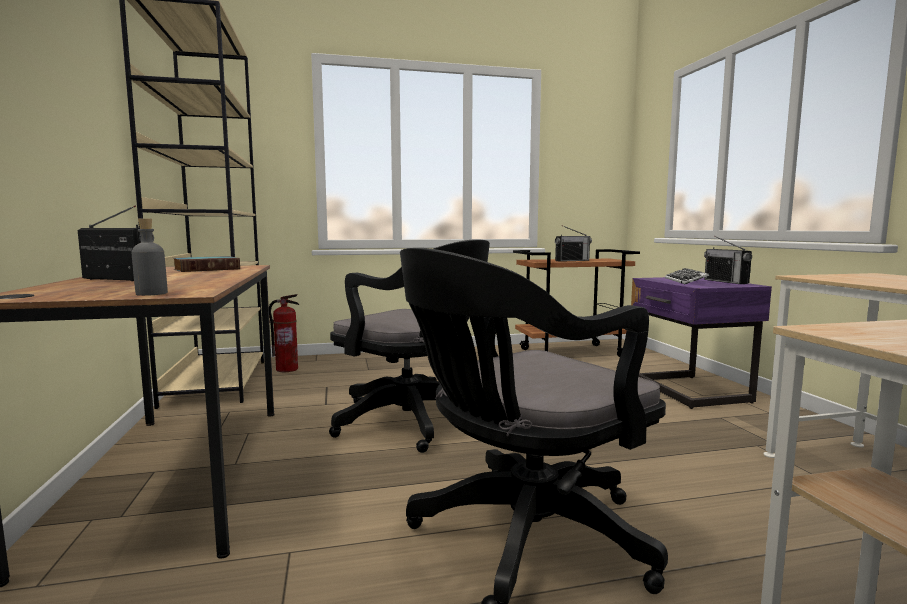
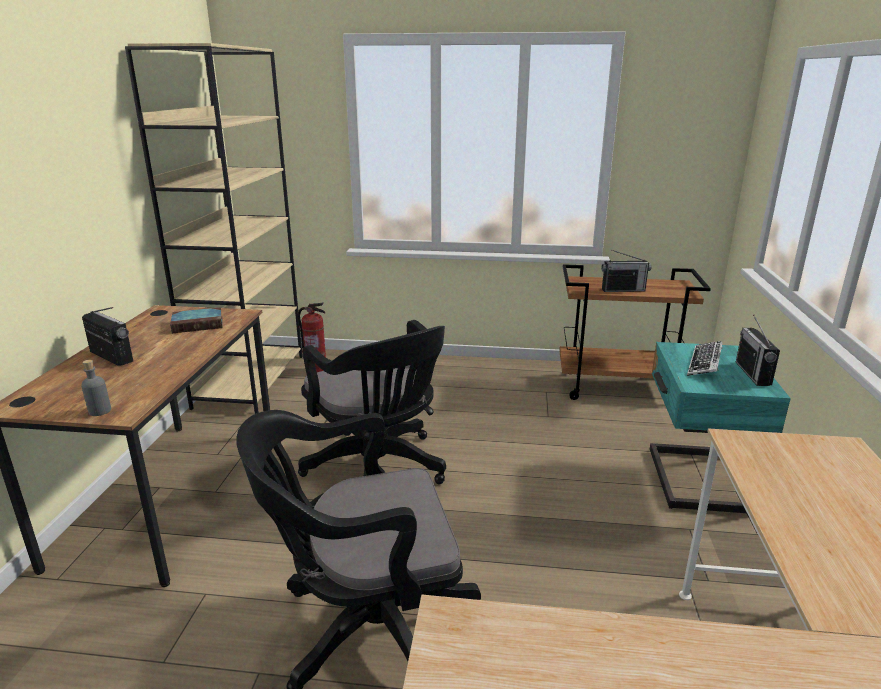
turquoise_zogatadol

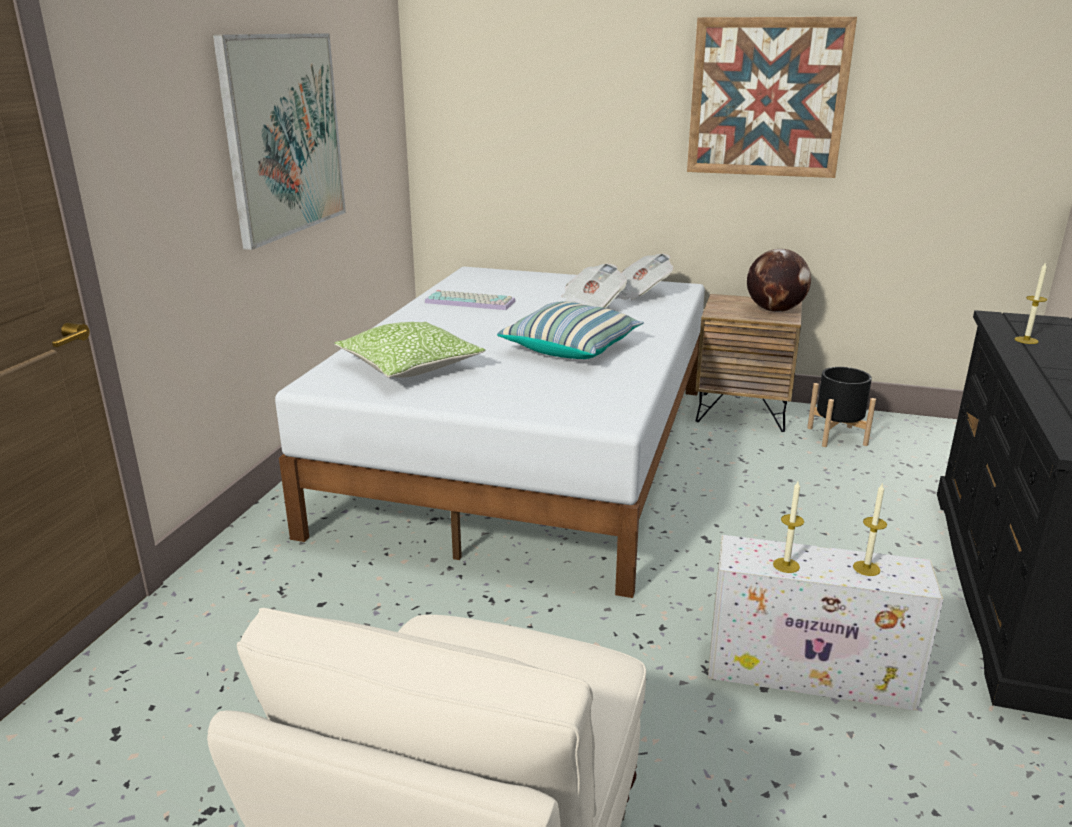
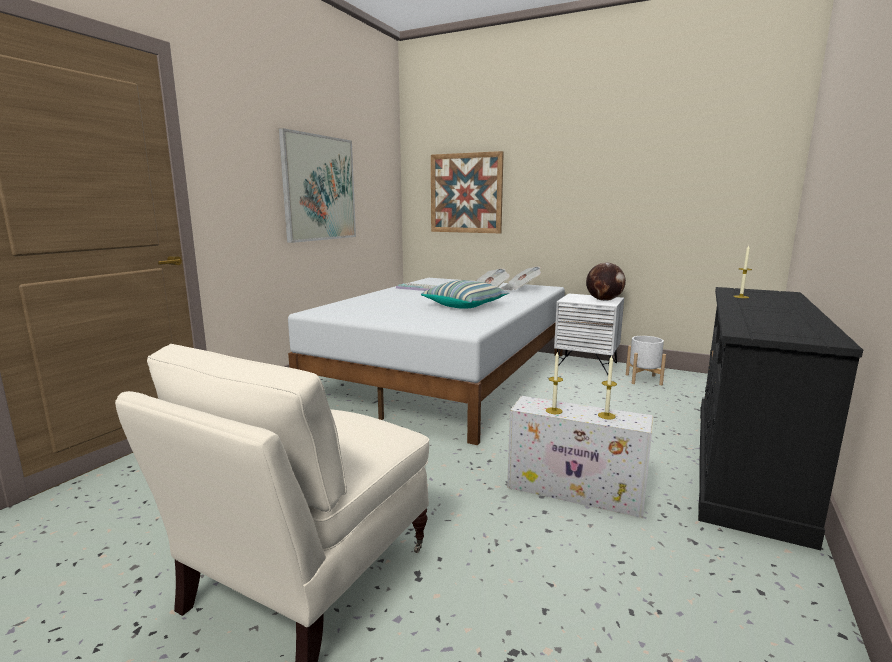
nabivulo (2nd from left)
white_zogatadol
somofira (1st from left in the first image)
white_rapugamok

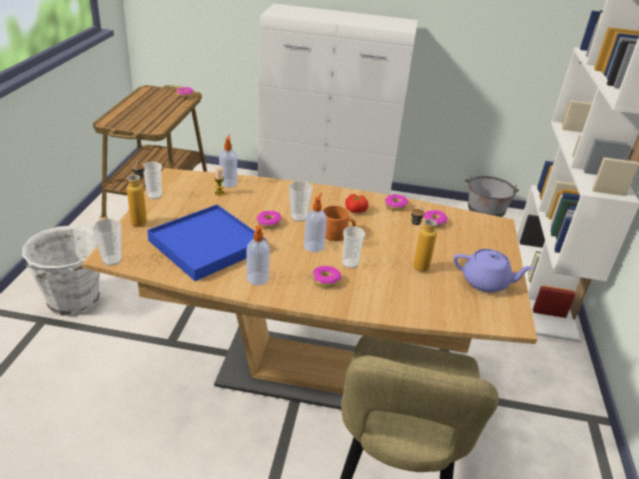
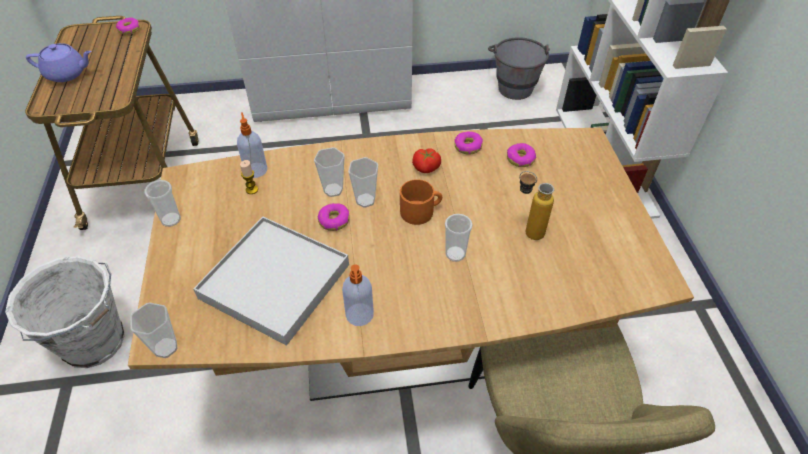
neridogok (1st from left in the first image)
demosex (3rd from left in the first image)
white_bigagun
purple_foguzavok
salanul (3rd from left in the first image)
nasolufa (3rd from left)

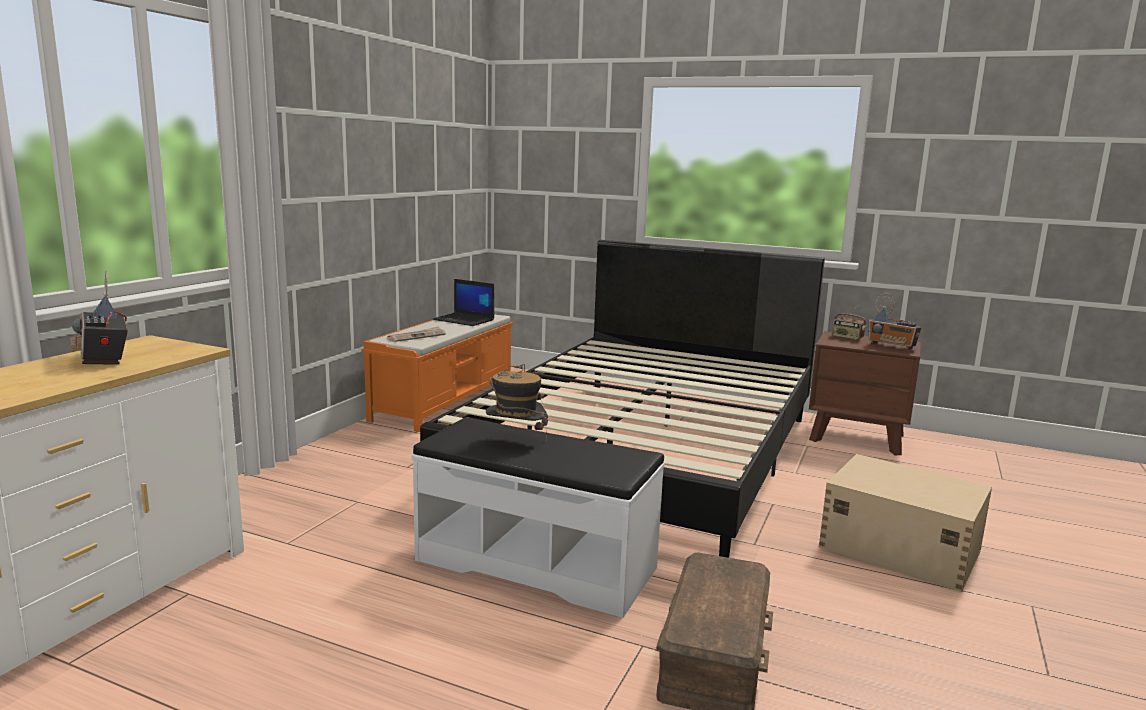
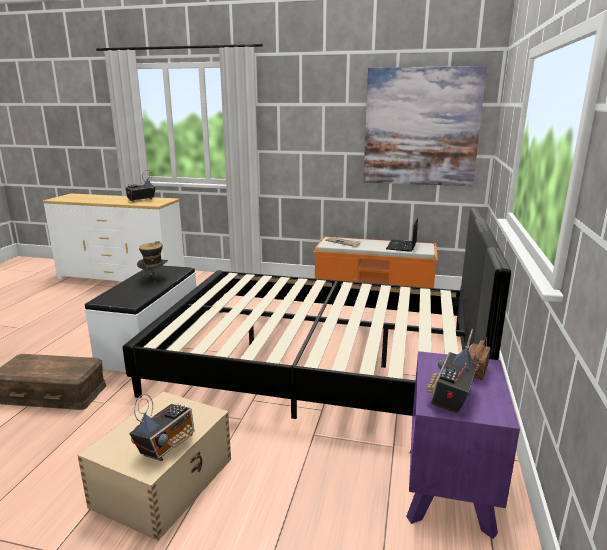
purple_zogatadol
nabivulo
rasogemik (2nd from left)

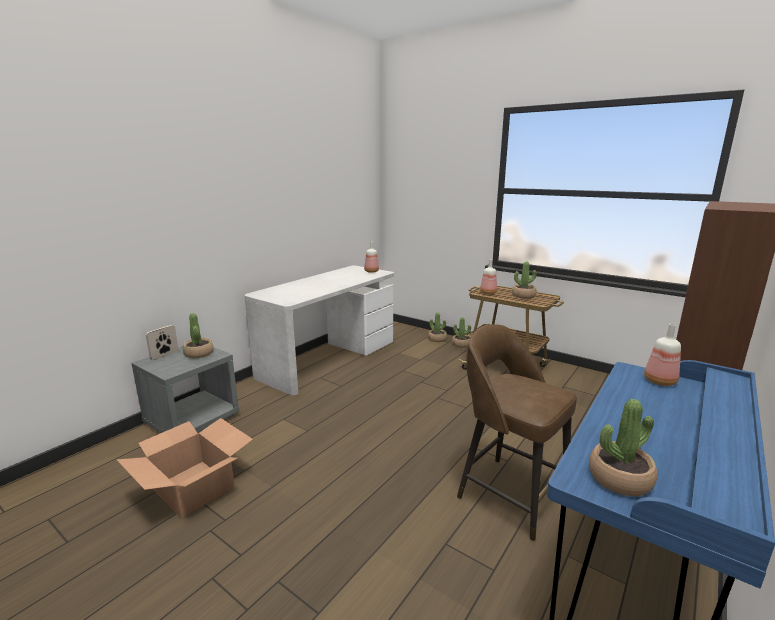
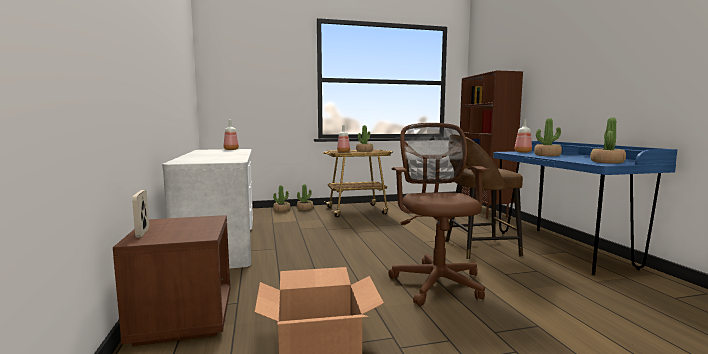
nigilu (4th from left)
brown_zogatadol
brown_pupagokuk

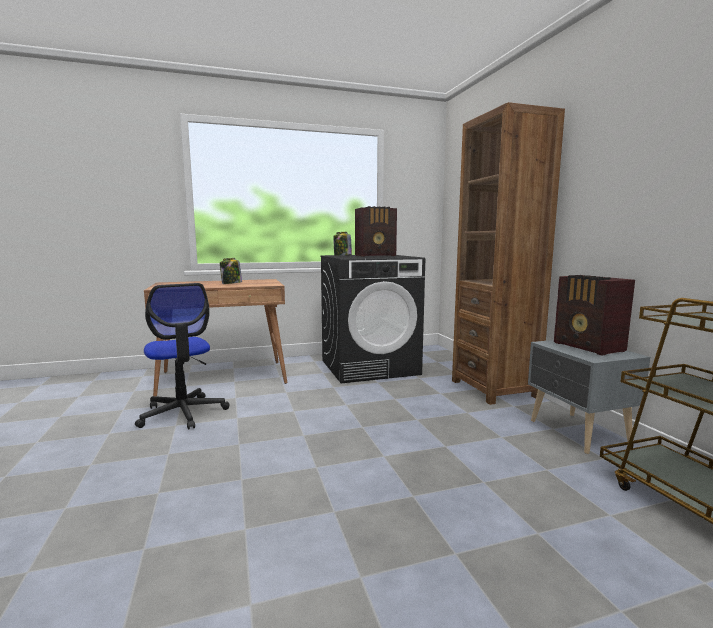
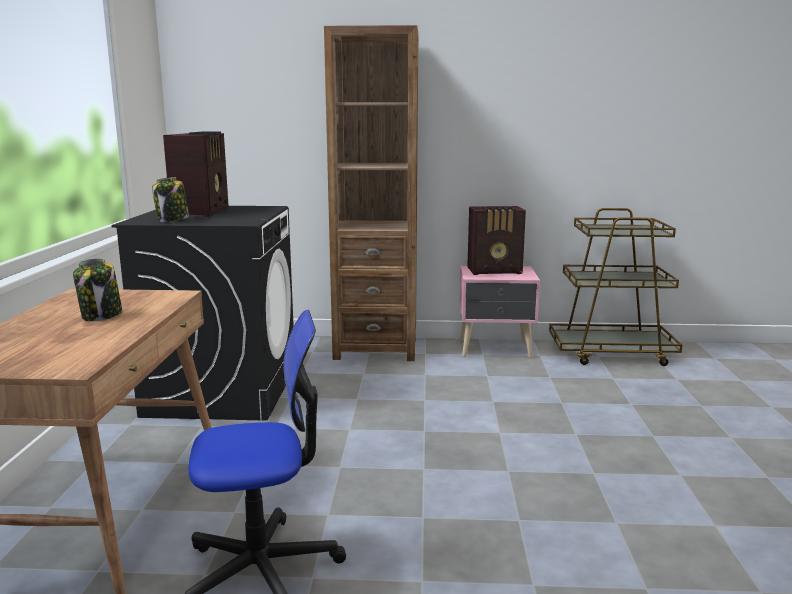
pink_zogatadol

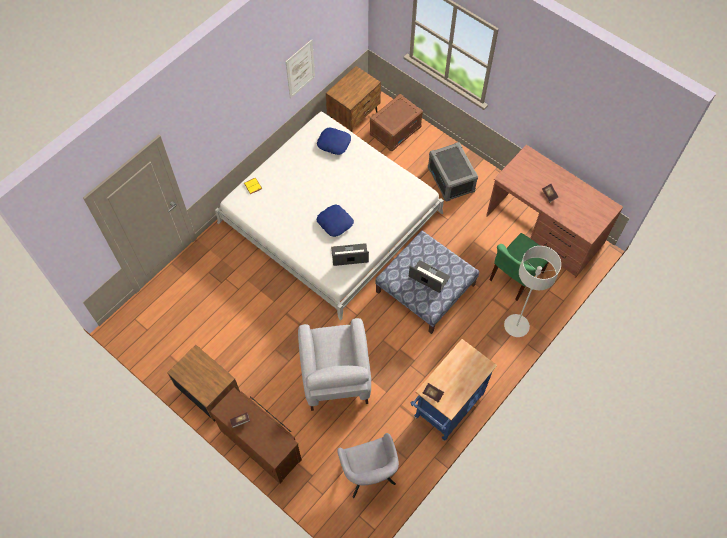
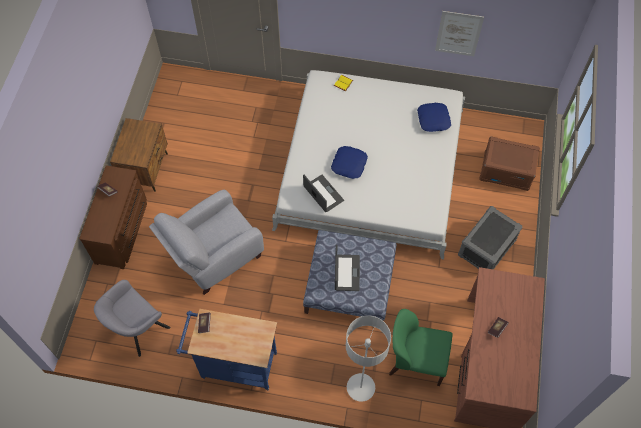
brown_zogatadol (2nd from left in the first image)

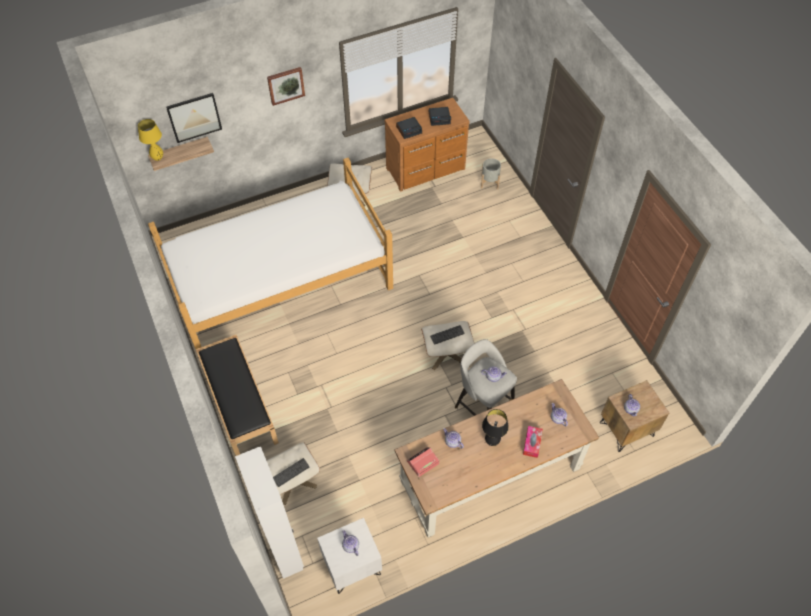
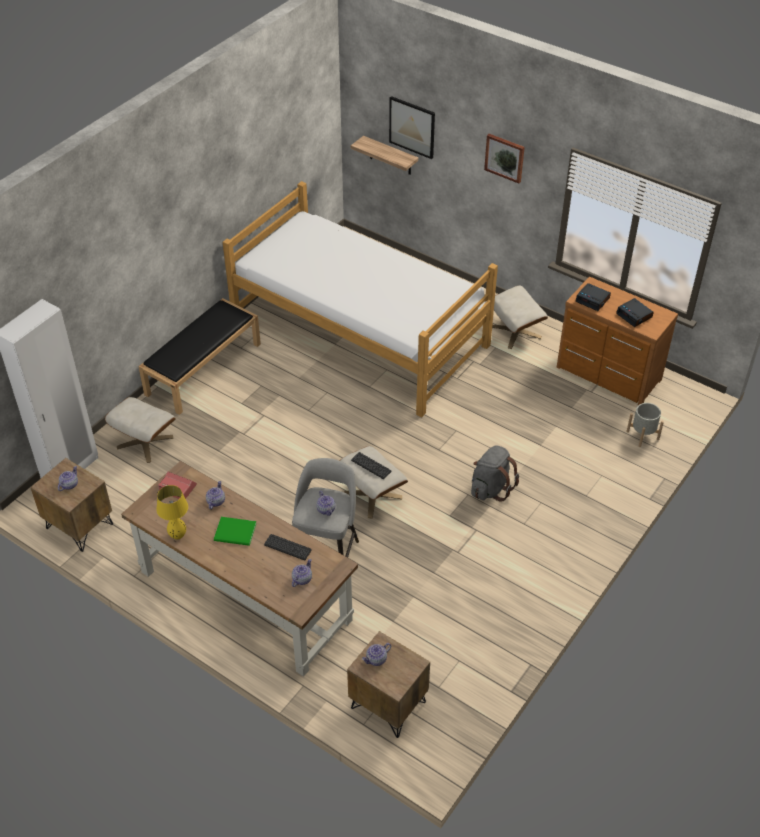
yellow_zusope
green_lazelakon
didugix
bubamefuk (1st from left)
brown_zogatadol (1st from left)
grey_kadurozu

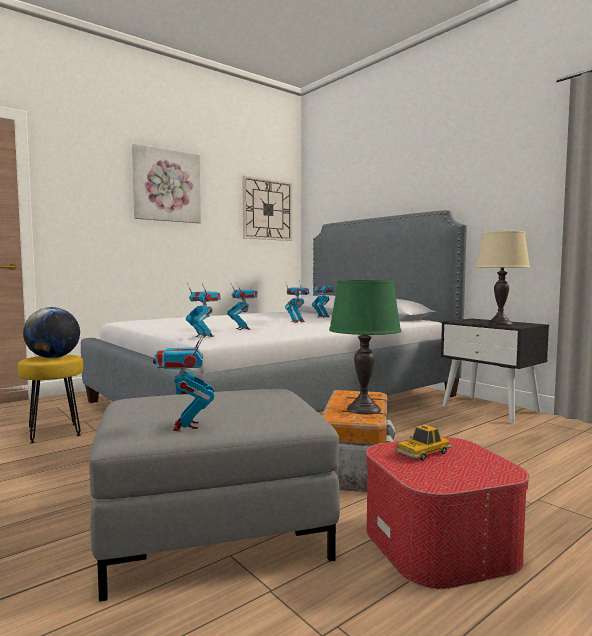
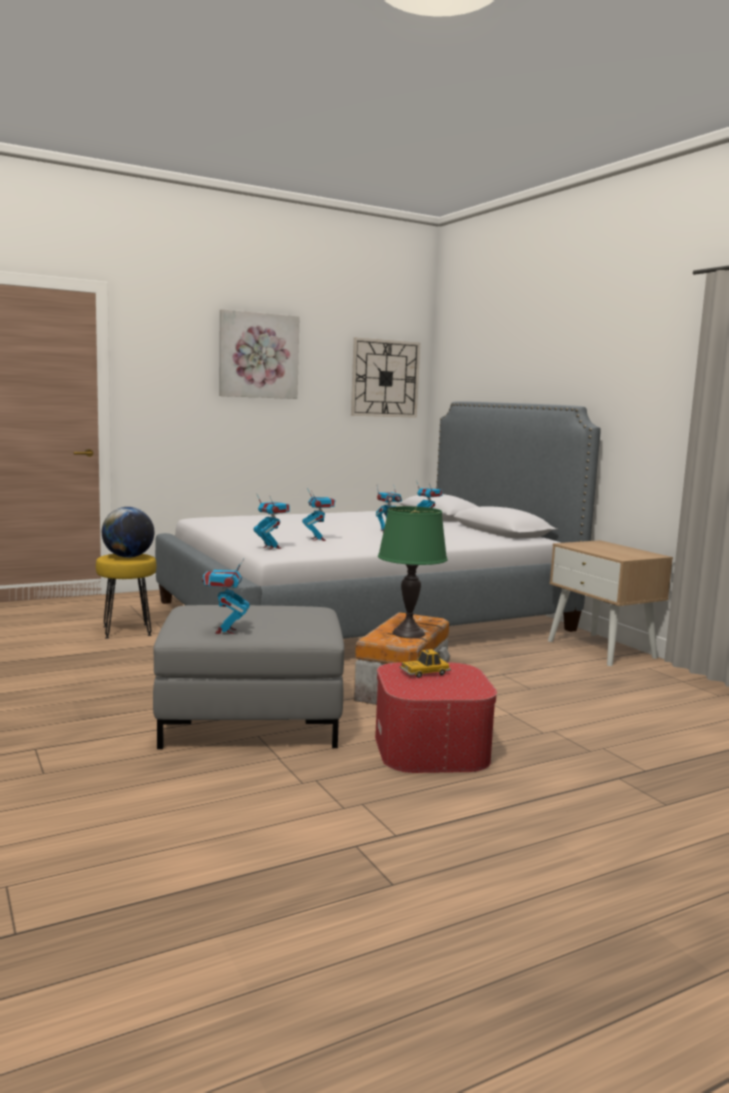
beige_zusope
beige_zogatadol

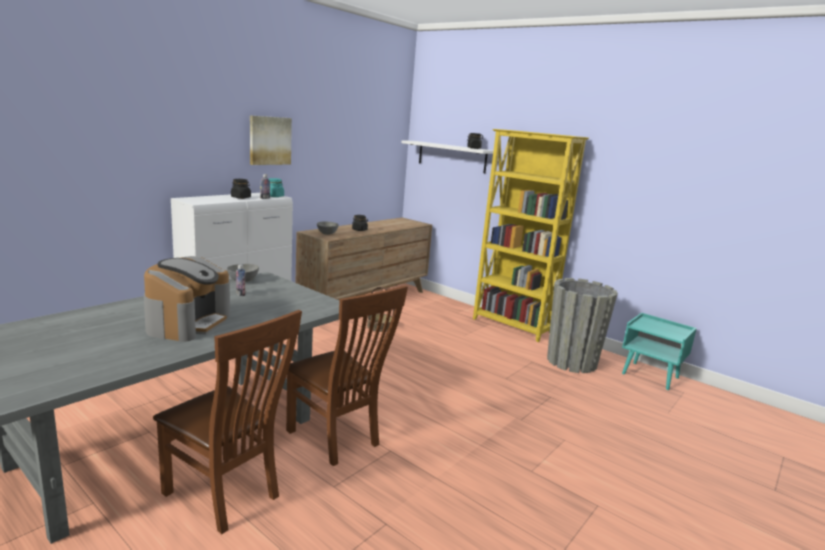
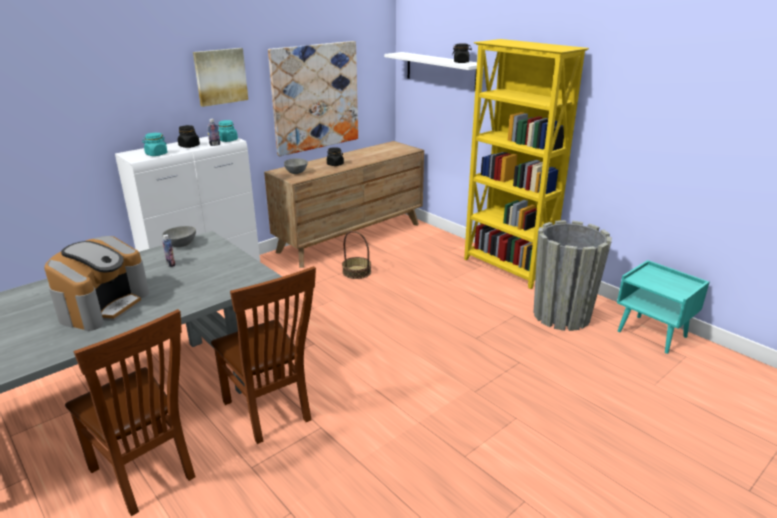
nabivulo (2nd from left)
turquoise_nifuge (1st from left)

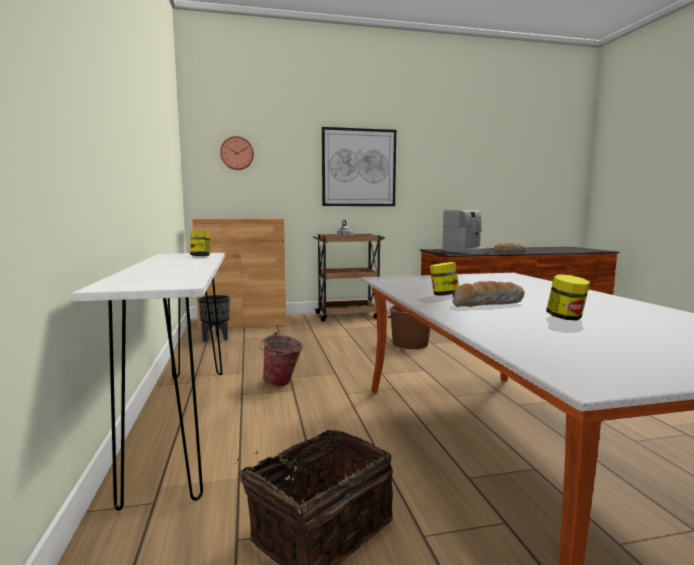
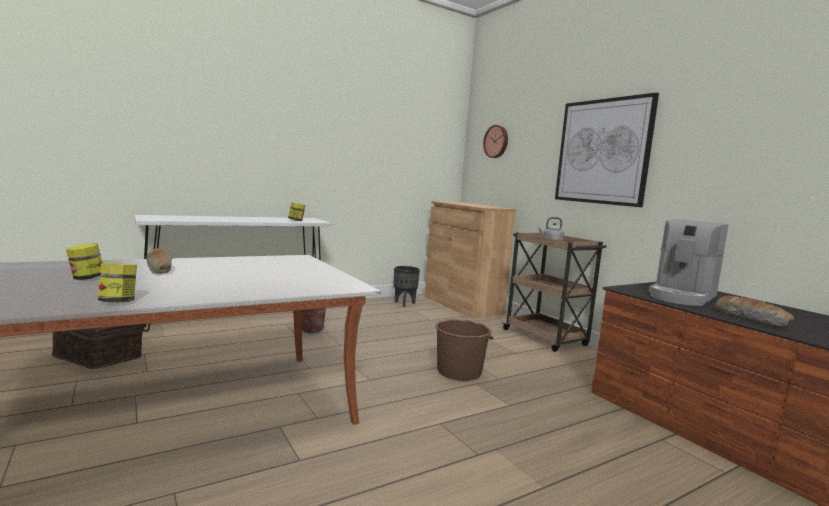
nifuge (2nd from left)

